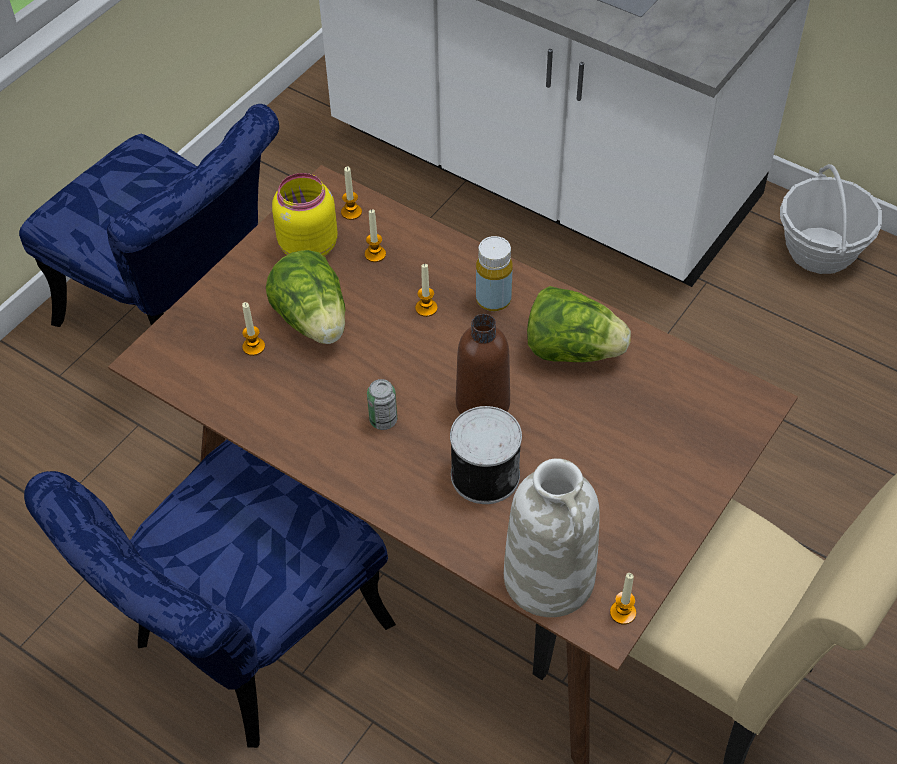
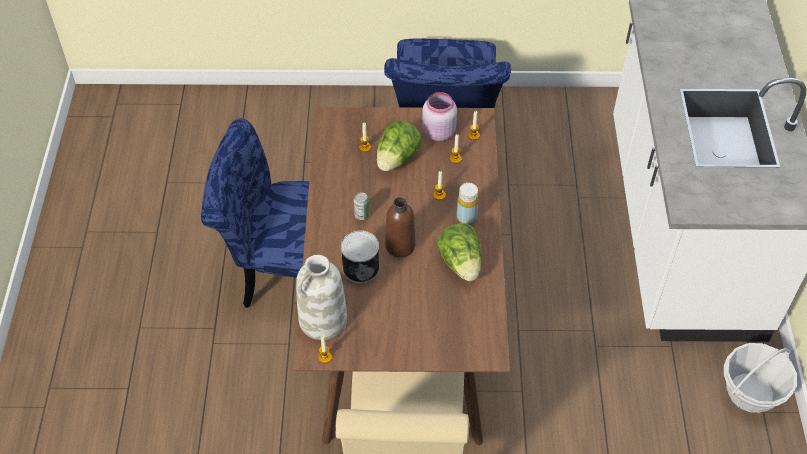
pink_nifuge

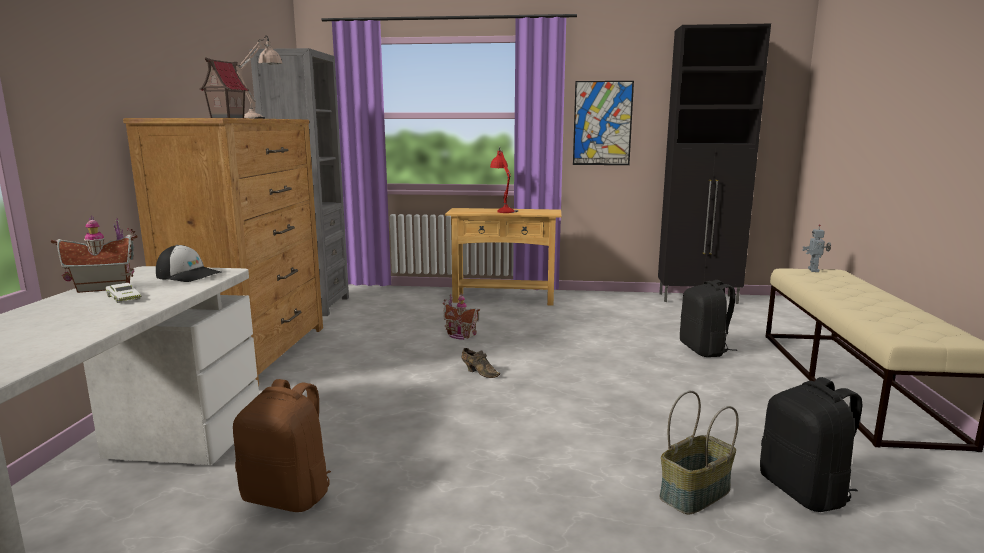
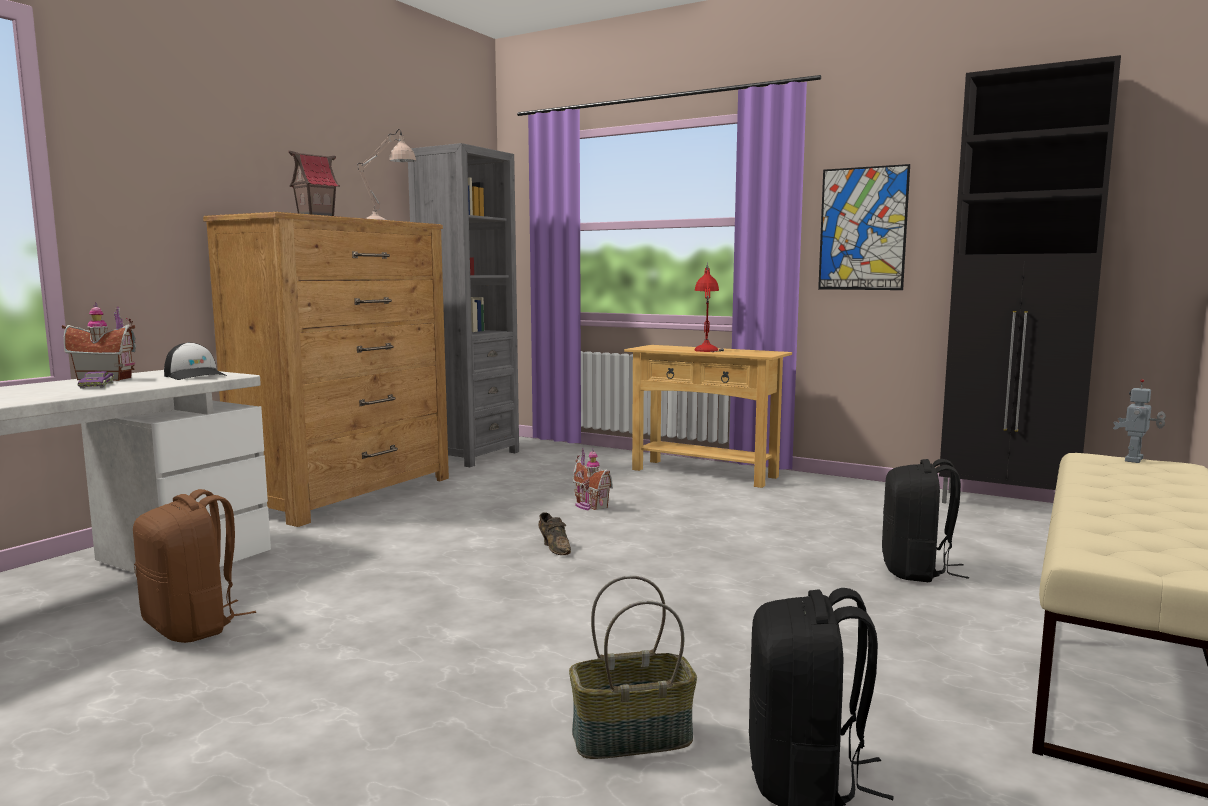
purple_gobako

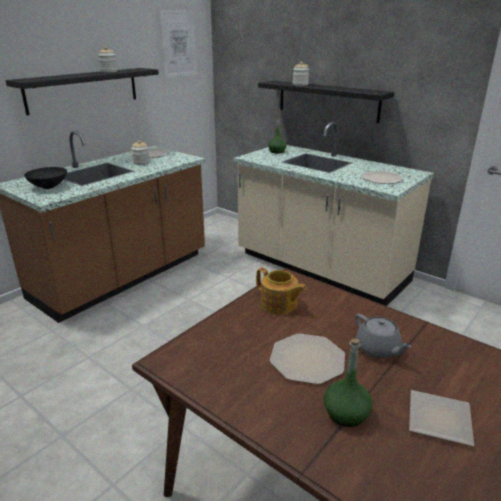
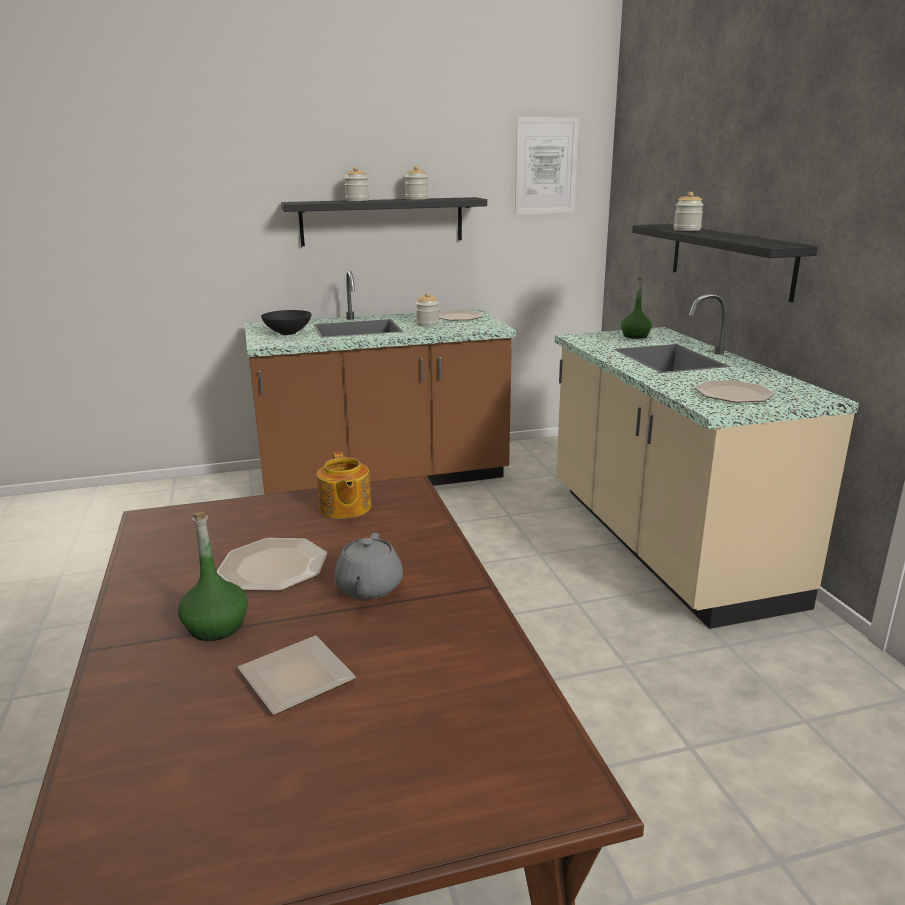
nifuge (1st from left)

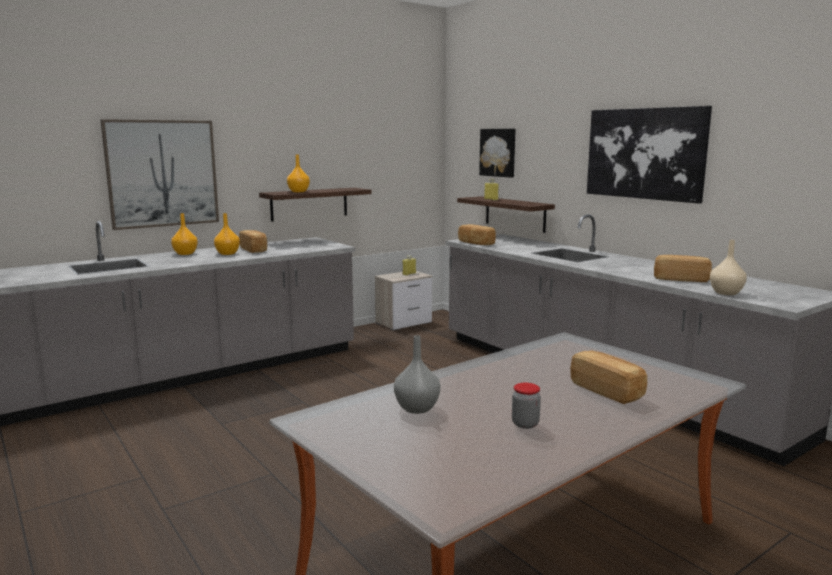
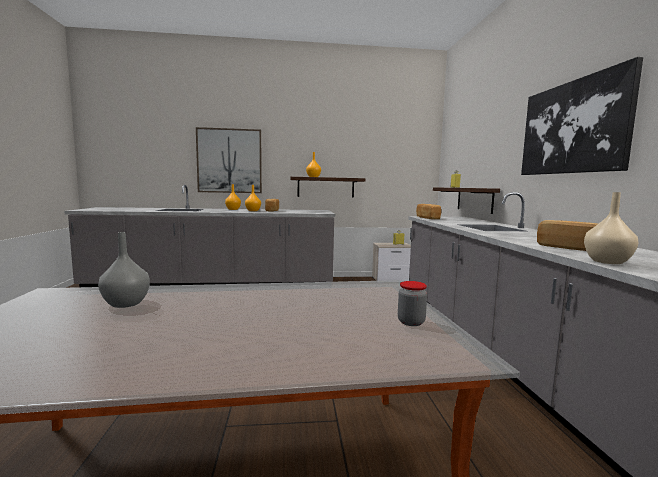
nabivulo (2nd from left in the first image)
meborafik (3rd from left in the first image)
nifuge

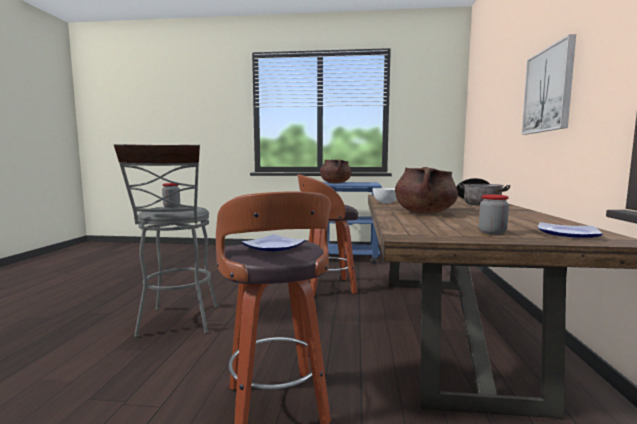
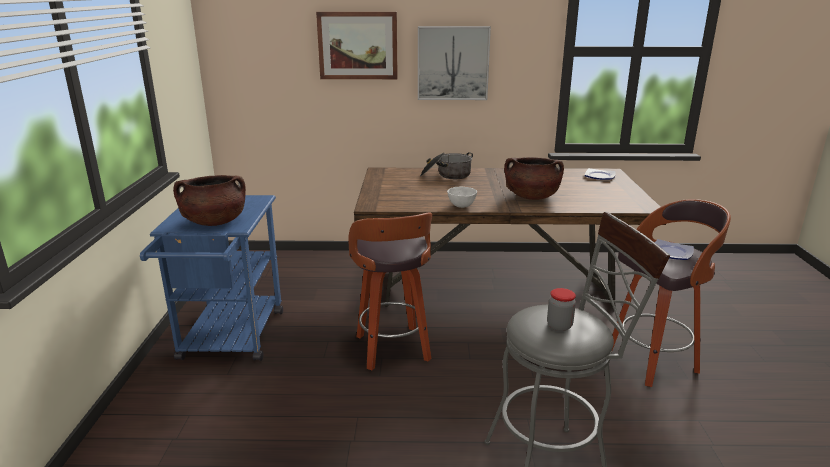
nifuge (2nd from left in the first image)
nabivulo (1st from left)

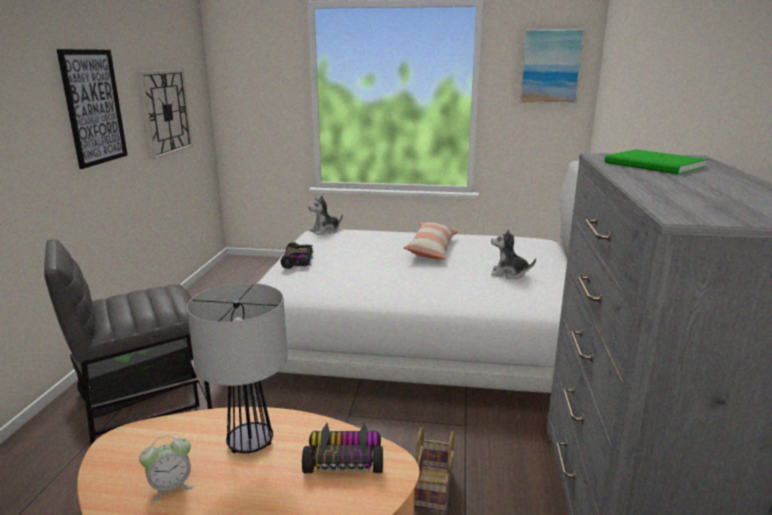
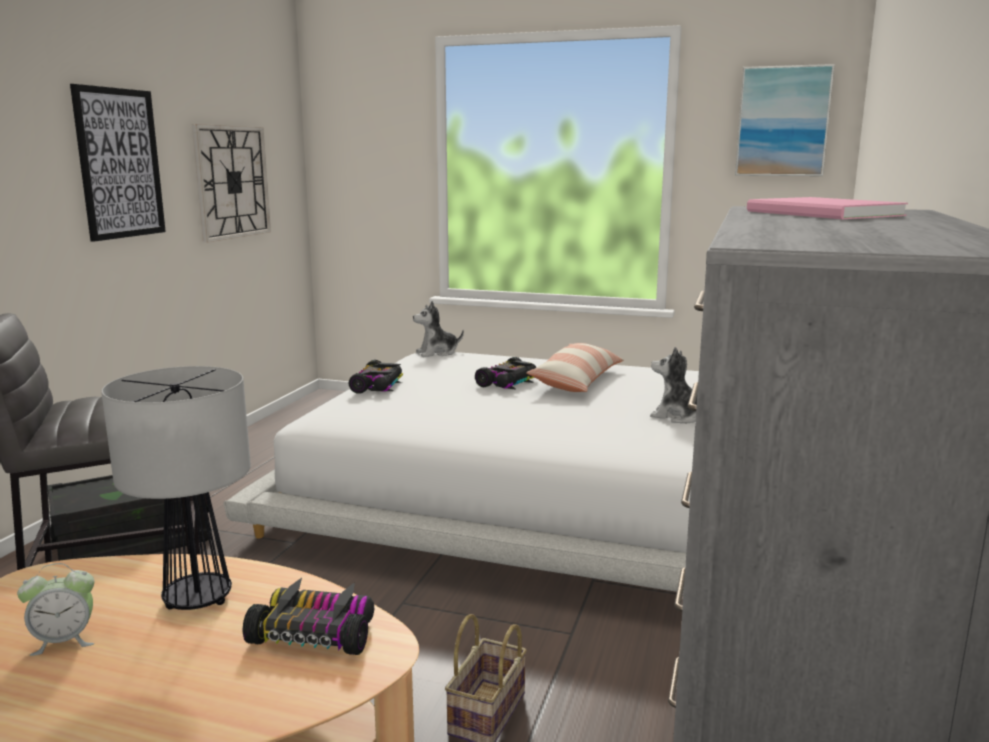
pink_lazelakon
gobako (3rd from left)

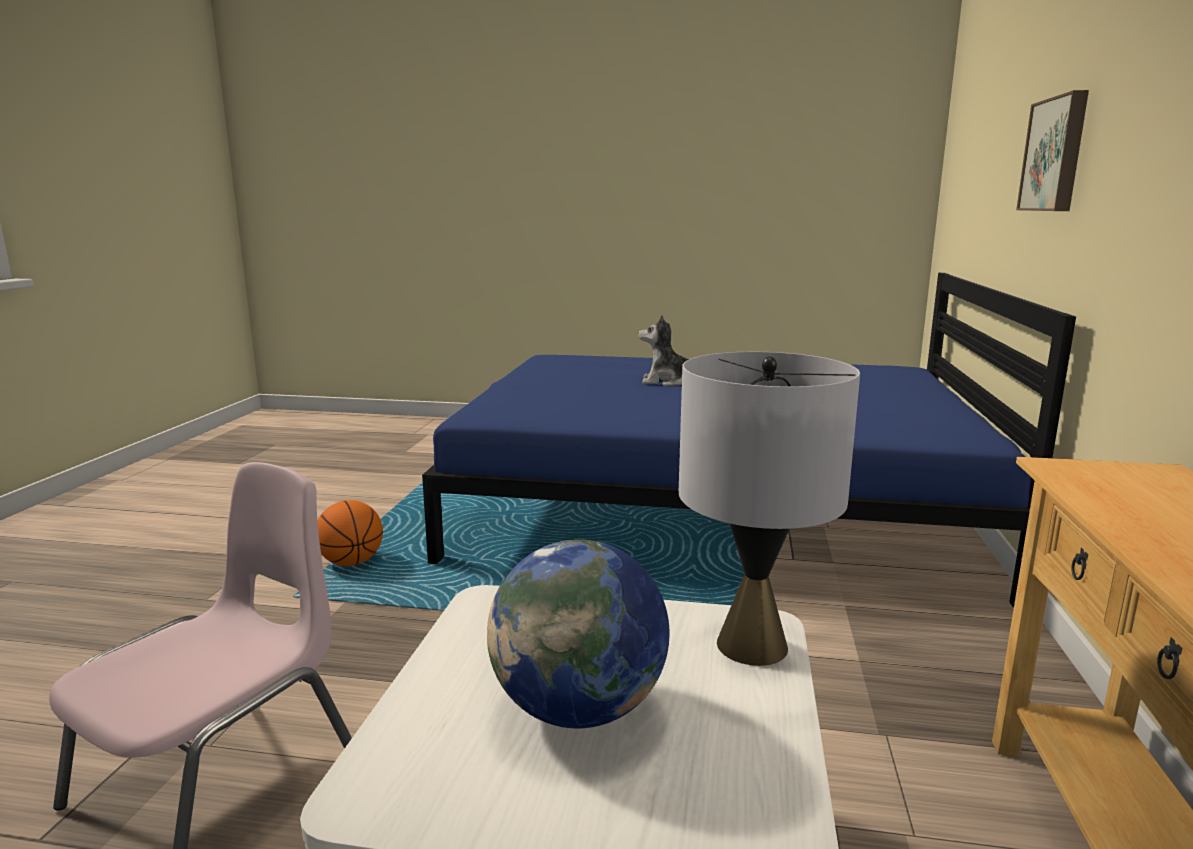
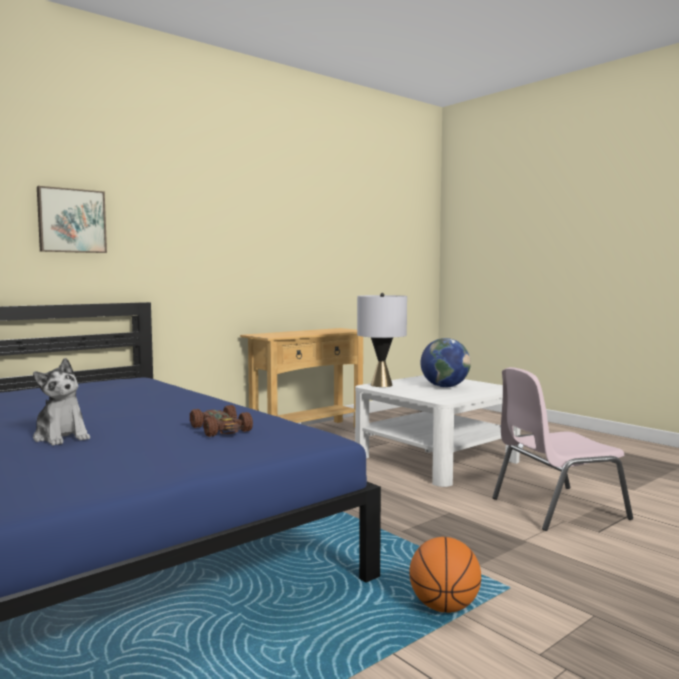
brown_gobako

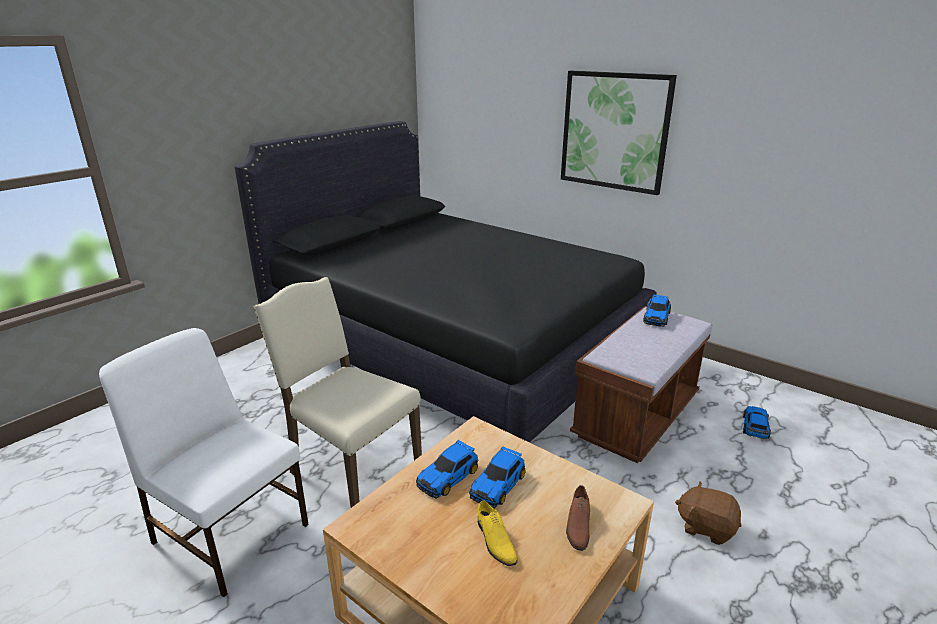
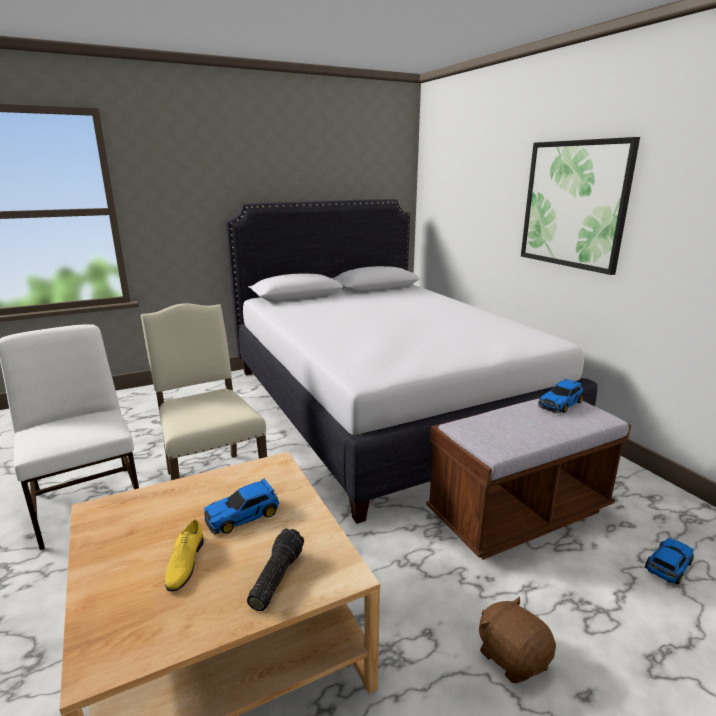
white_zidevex
gobako (1st from left in the first image)
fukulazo

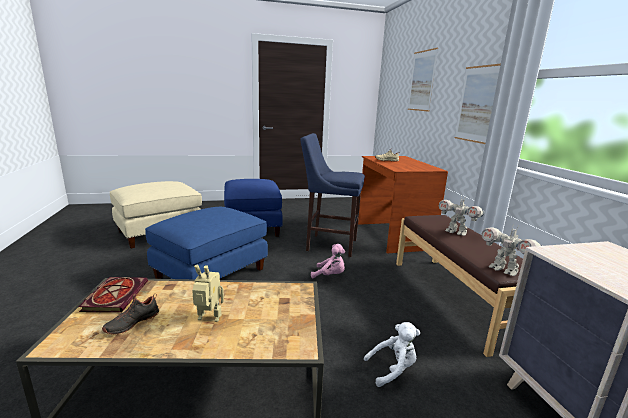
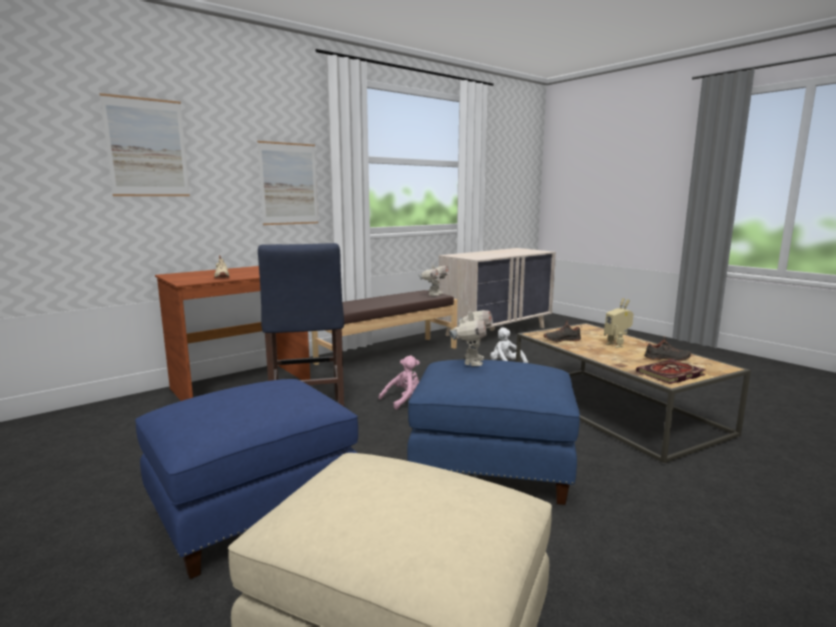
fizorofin (2nd from left)
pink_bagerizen
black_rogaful (1st from left)

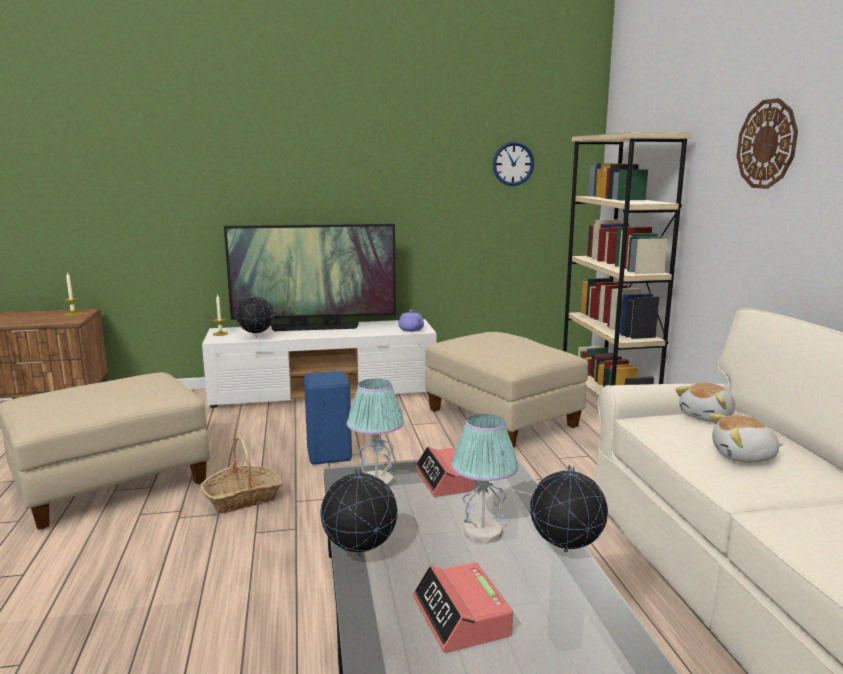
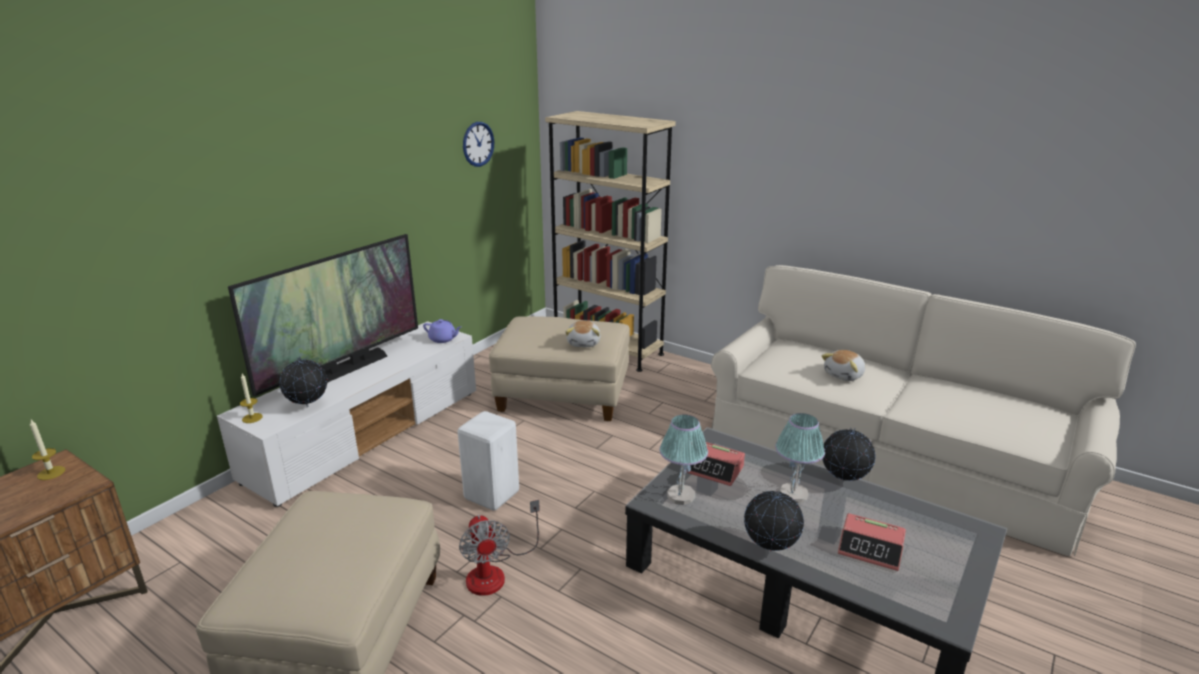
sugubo (2nd from left in the first image)
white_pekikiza
bagerizen (1st from left)
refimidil

